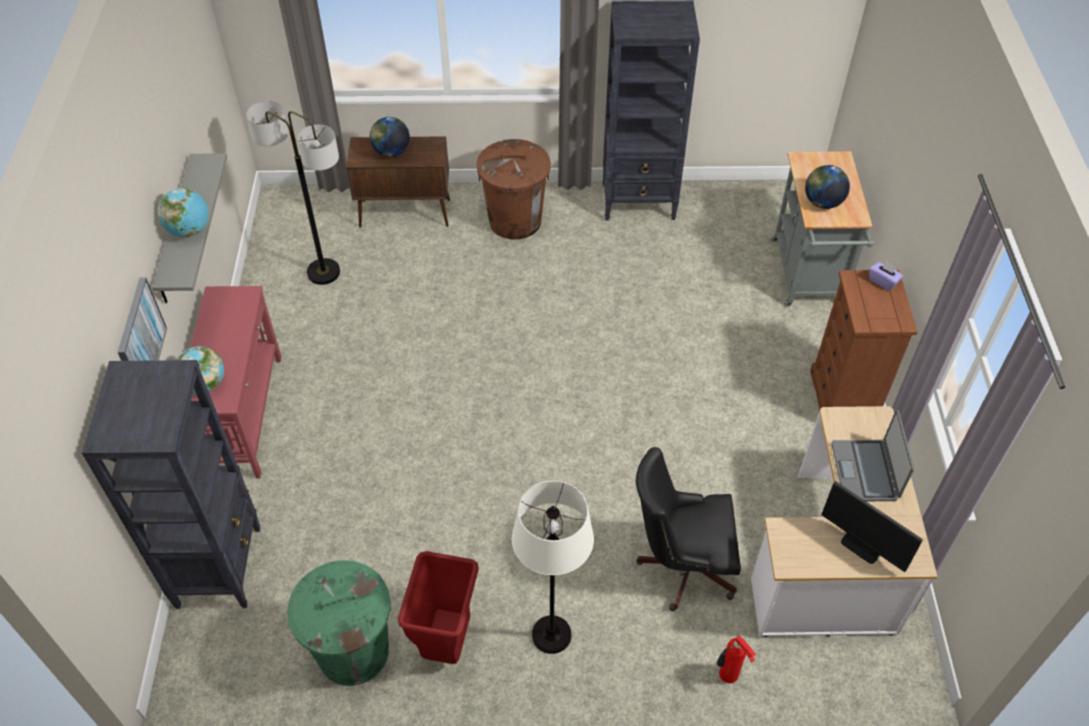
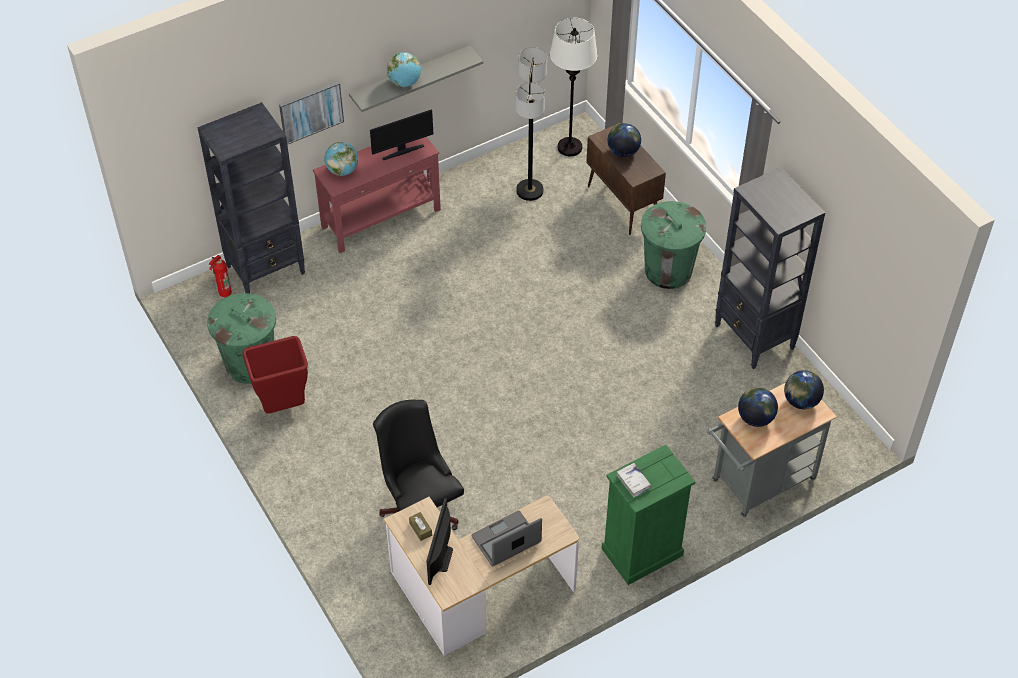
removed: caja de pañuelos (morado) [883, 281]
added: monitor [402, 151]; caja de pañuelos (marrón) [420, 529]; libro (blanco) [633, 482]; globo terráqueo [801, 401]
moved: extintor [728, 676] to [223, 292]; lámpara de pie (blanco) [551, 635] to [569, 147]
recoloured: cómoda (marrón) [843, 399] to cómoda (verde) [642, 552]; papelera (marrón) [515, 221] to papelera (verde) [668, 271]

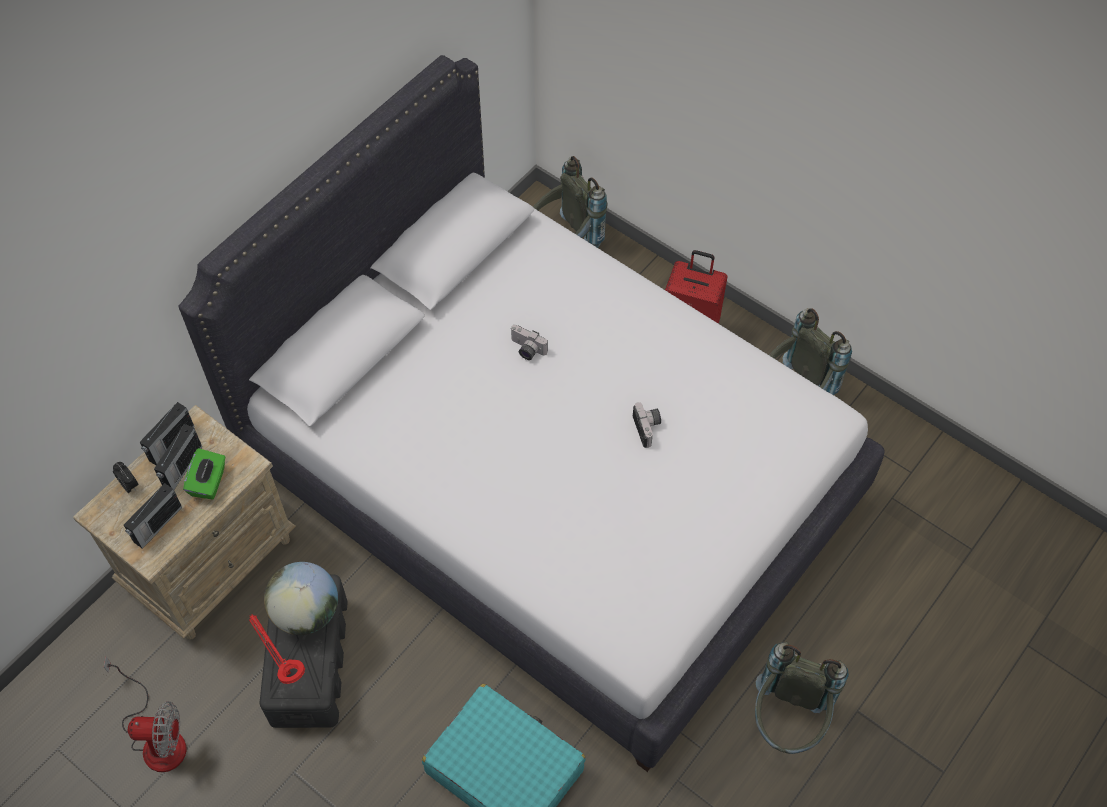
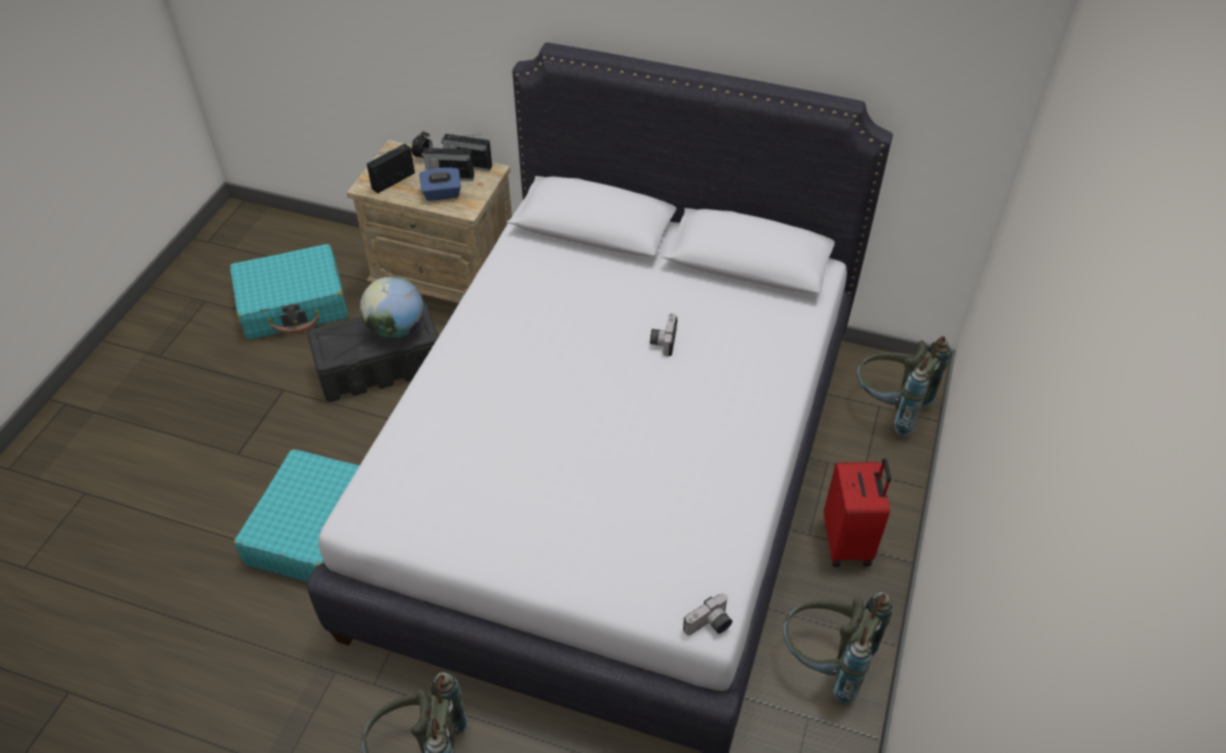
removed: lámpara de mesa (rojo) [284, 671]
moved: cámara [648, 428] to [709, 625]
replaced: ventilador [157, 737] to maleta (turquesa) [294, 304]
recoloured: caja de pañuelos (verde) [209, 482] to caja de pañuelos (azul) [442, 194]
turned: radio [157, 525] = [394, 180] 120 degrees clockwise

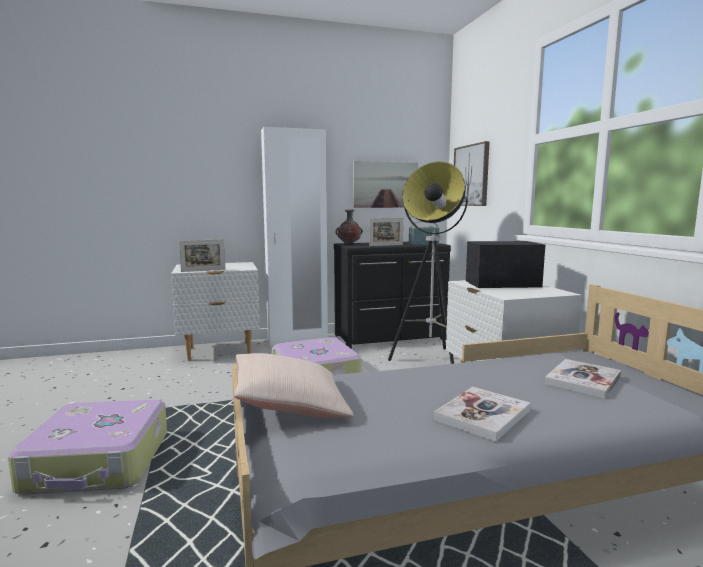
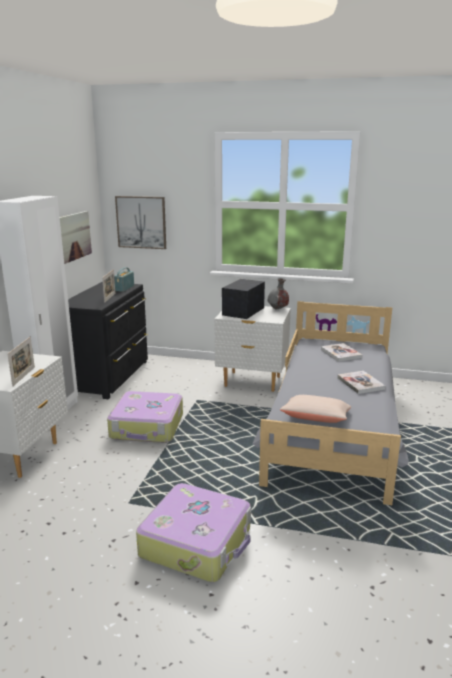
removed: lámpara de pie [430, 360]
moved: florero (gris) [348, 244] to [278, 309]

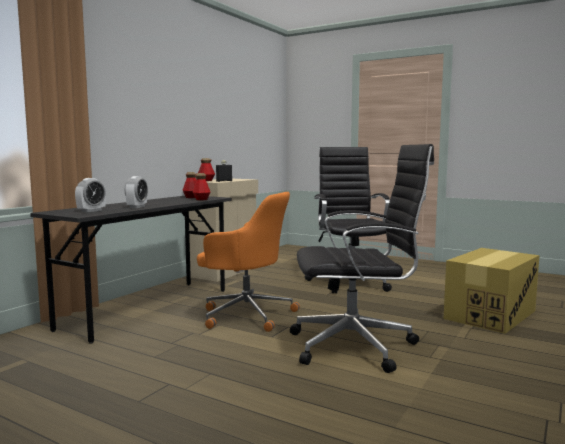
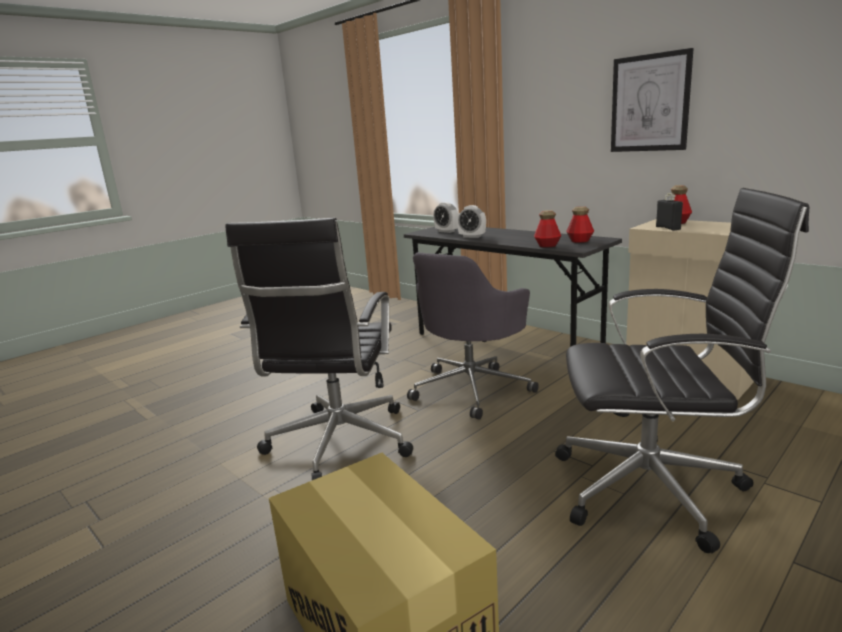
added: cuadro [650, 103]
recoloured: silla de oficina (naranja) [246, 314] to silla de oficina (gris) [472, 388]

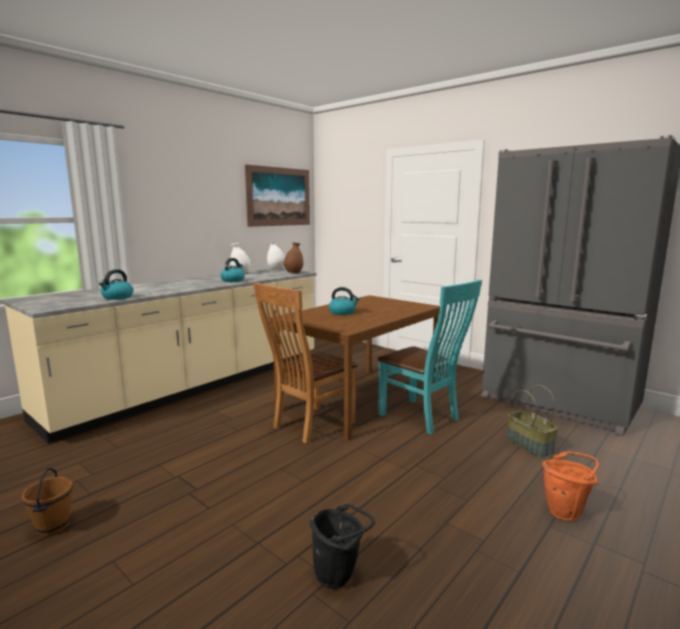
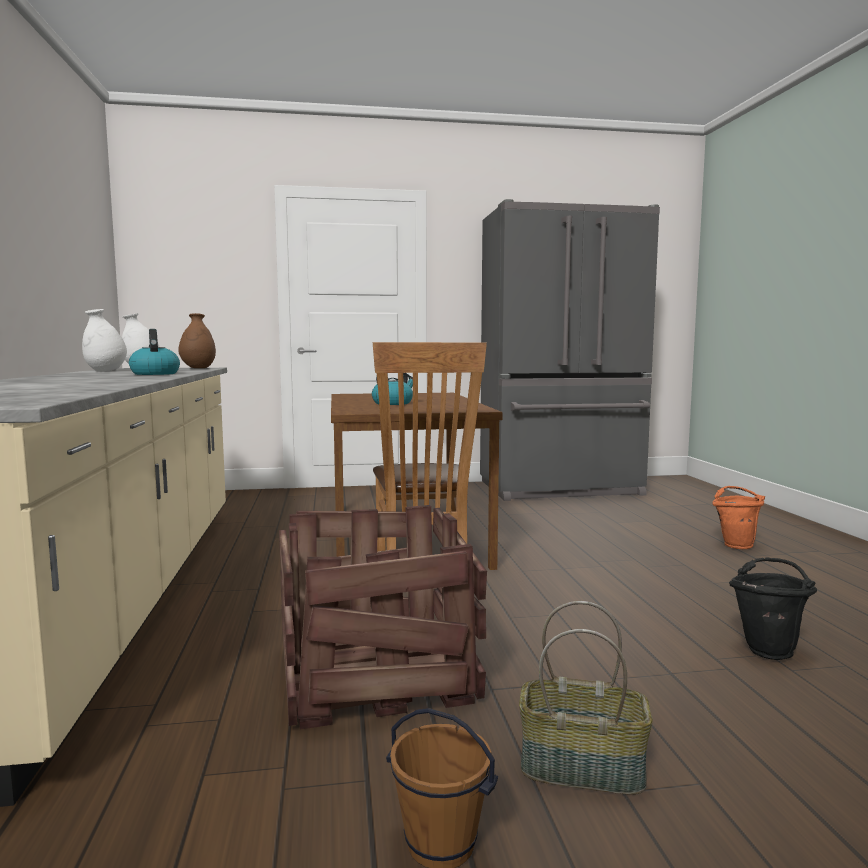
removed: hervidor [117, 297]; cuadro [279, 197]; silla (turquesa) [423, 417]
added: caja de embalaje [372, 673]
moved: cesta [530, 445] to [583, 767]

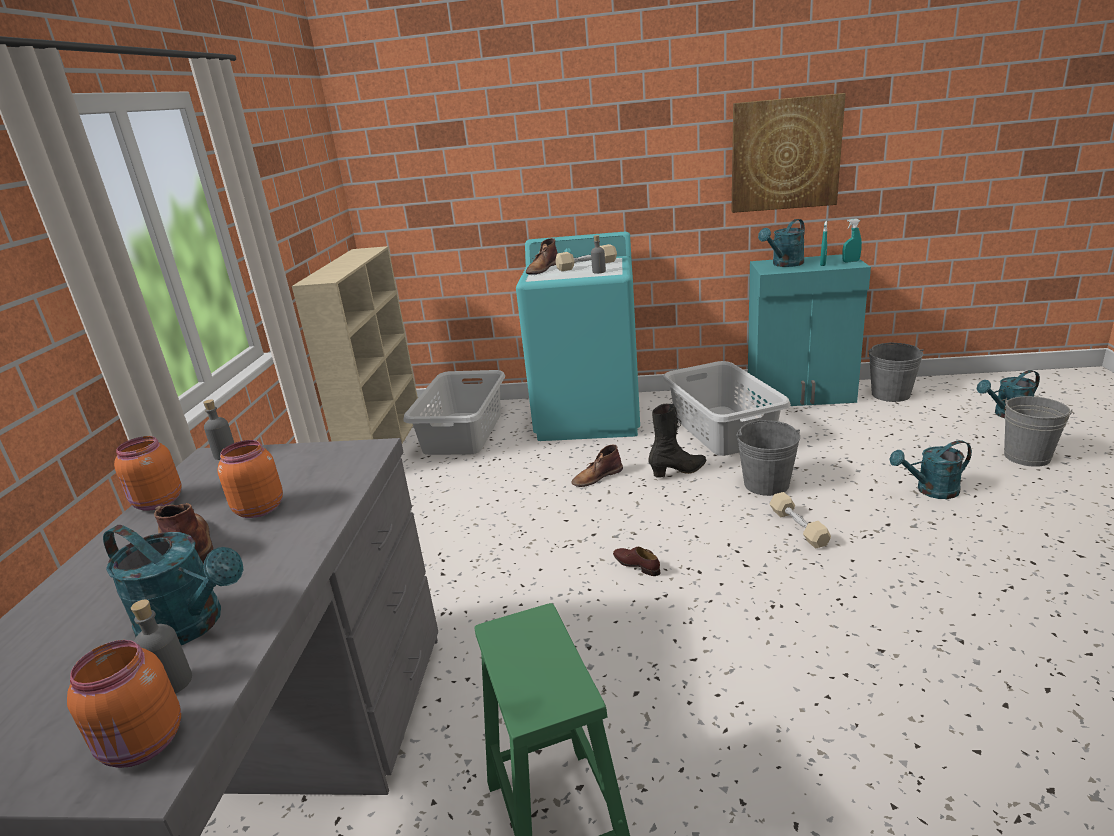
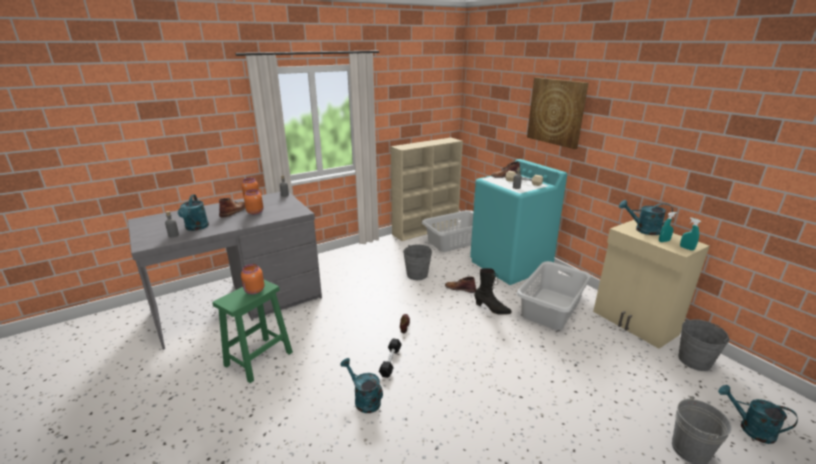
removed: mancuerna (beis) [798, 527]
added: mancuerna (negro) [390, 362]
moved: tarro (naranja) [143, 745] to [254, 291]; regadera (turquesa) [930, 491] to [364, 399]; cubo (gris) [766, 484] to [417, 274]; cuadro [785, 154] to [556, 112]
recoloured: armario (turquesa) [801, 395] to armario (beis) [634, 323]

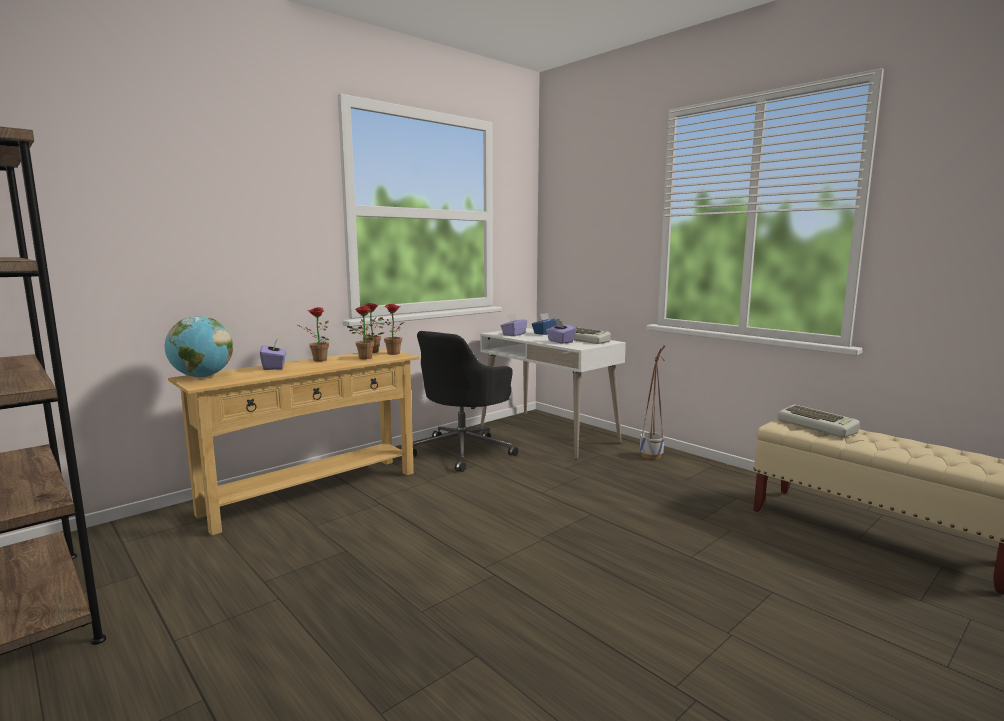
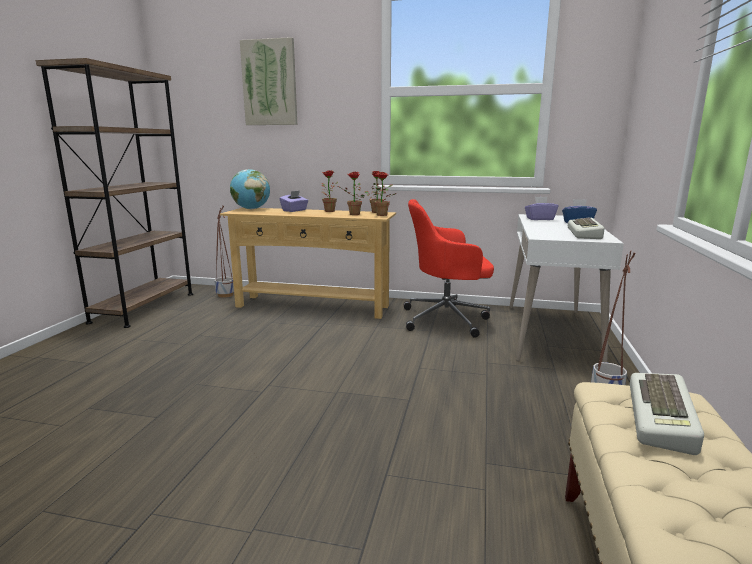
removed: caja de pañuelos (morado) [560, 341]
added: maceta [225, 295]; cuadro [270, 83]
recoloured: silla de oficina (negro) [463, 451] to silla de oficina (rojo) [447, 319]

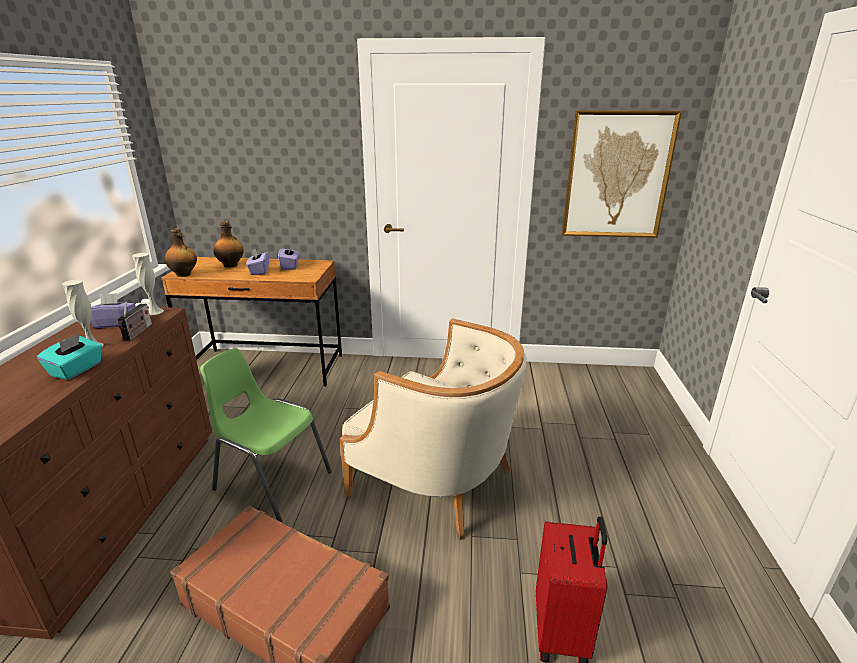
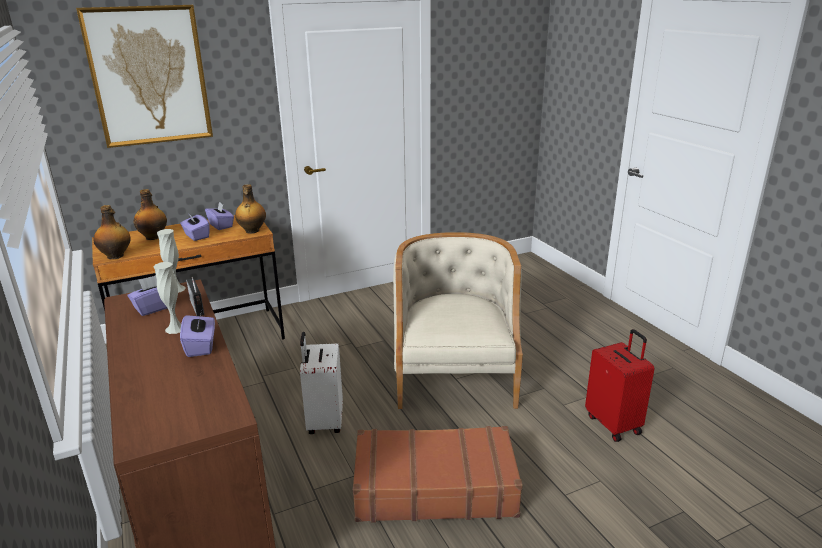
added: botella [252, 231]
moved: cuadro [617, 175] to [149, 76]
replaced: silla (verde) [271, 480] to maleta (blanco) [324, 421]
recoloured: caja de pañuelos (turquesa) [77, 370] to caja de pañuelos (morado) [201, 346]
turned: sillón (beis) [436, 480] = [455, 374] 90 degrees counterclockwise

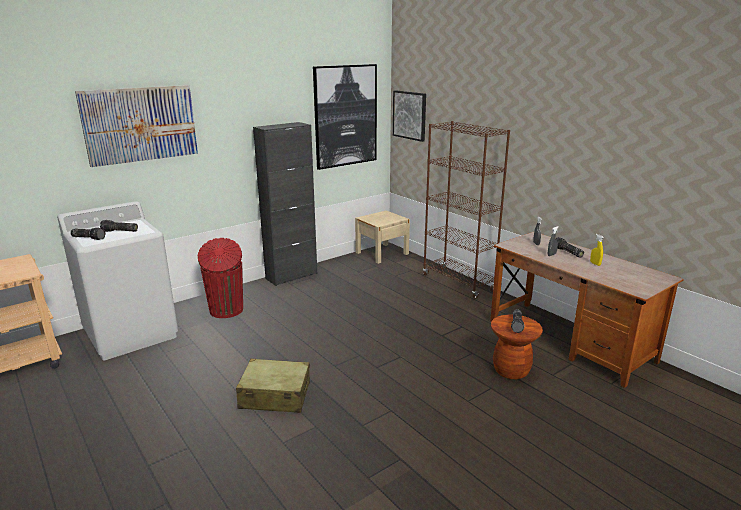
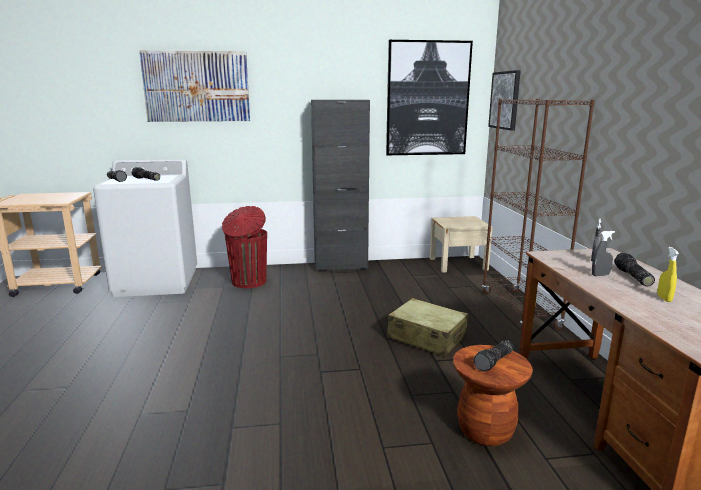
moved: maleta (beis) [275, 396] to [426, 337]

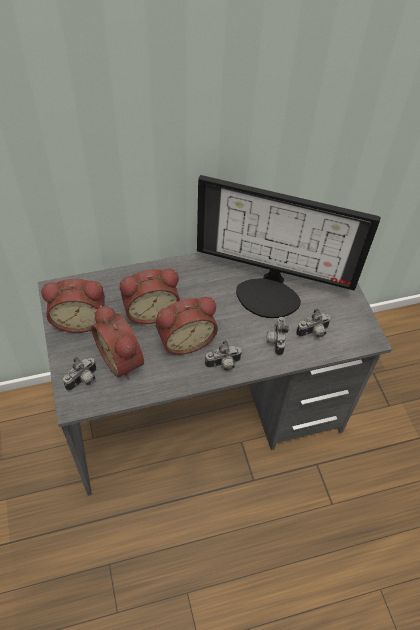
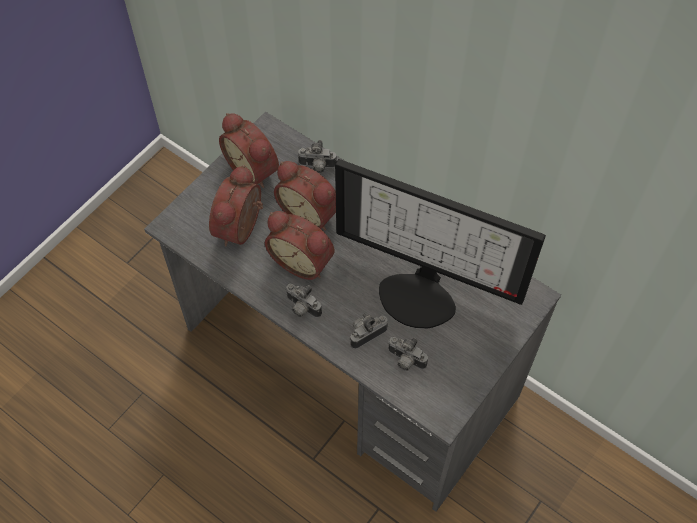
moved: cámara [83, 381] to [317, 167]
turned: monitor [270, 292] = [421, 293] 45 degrees counterclockwise

